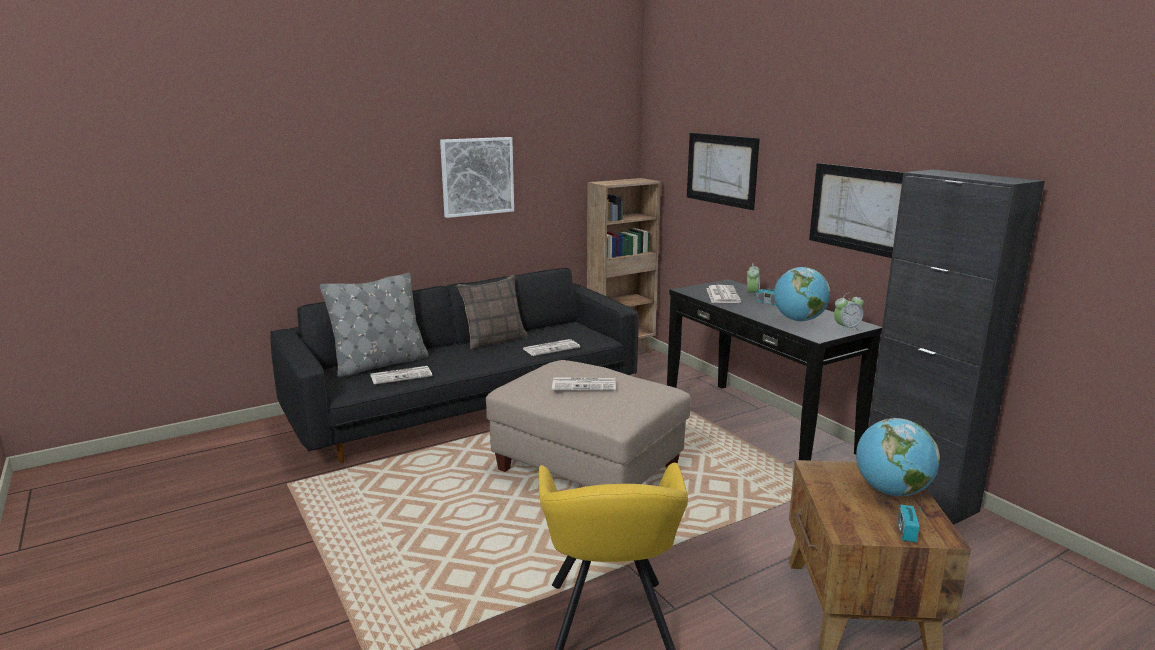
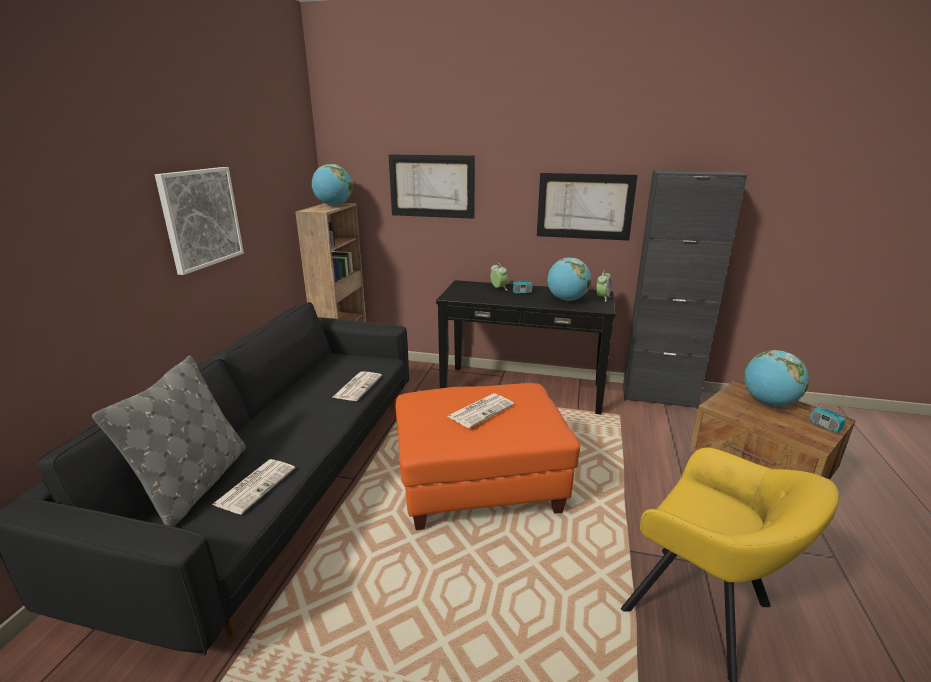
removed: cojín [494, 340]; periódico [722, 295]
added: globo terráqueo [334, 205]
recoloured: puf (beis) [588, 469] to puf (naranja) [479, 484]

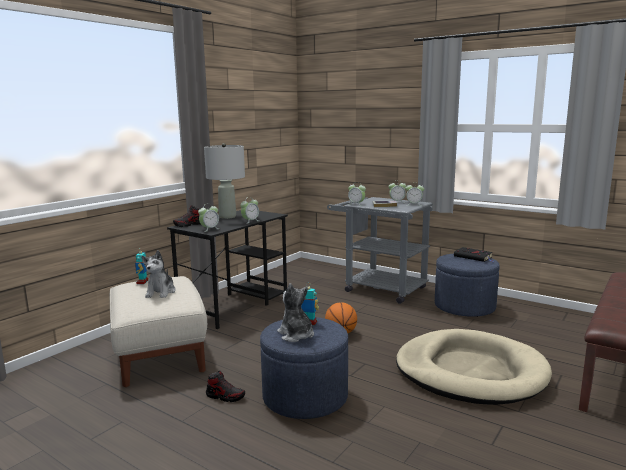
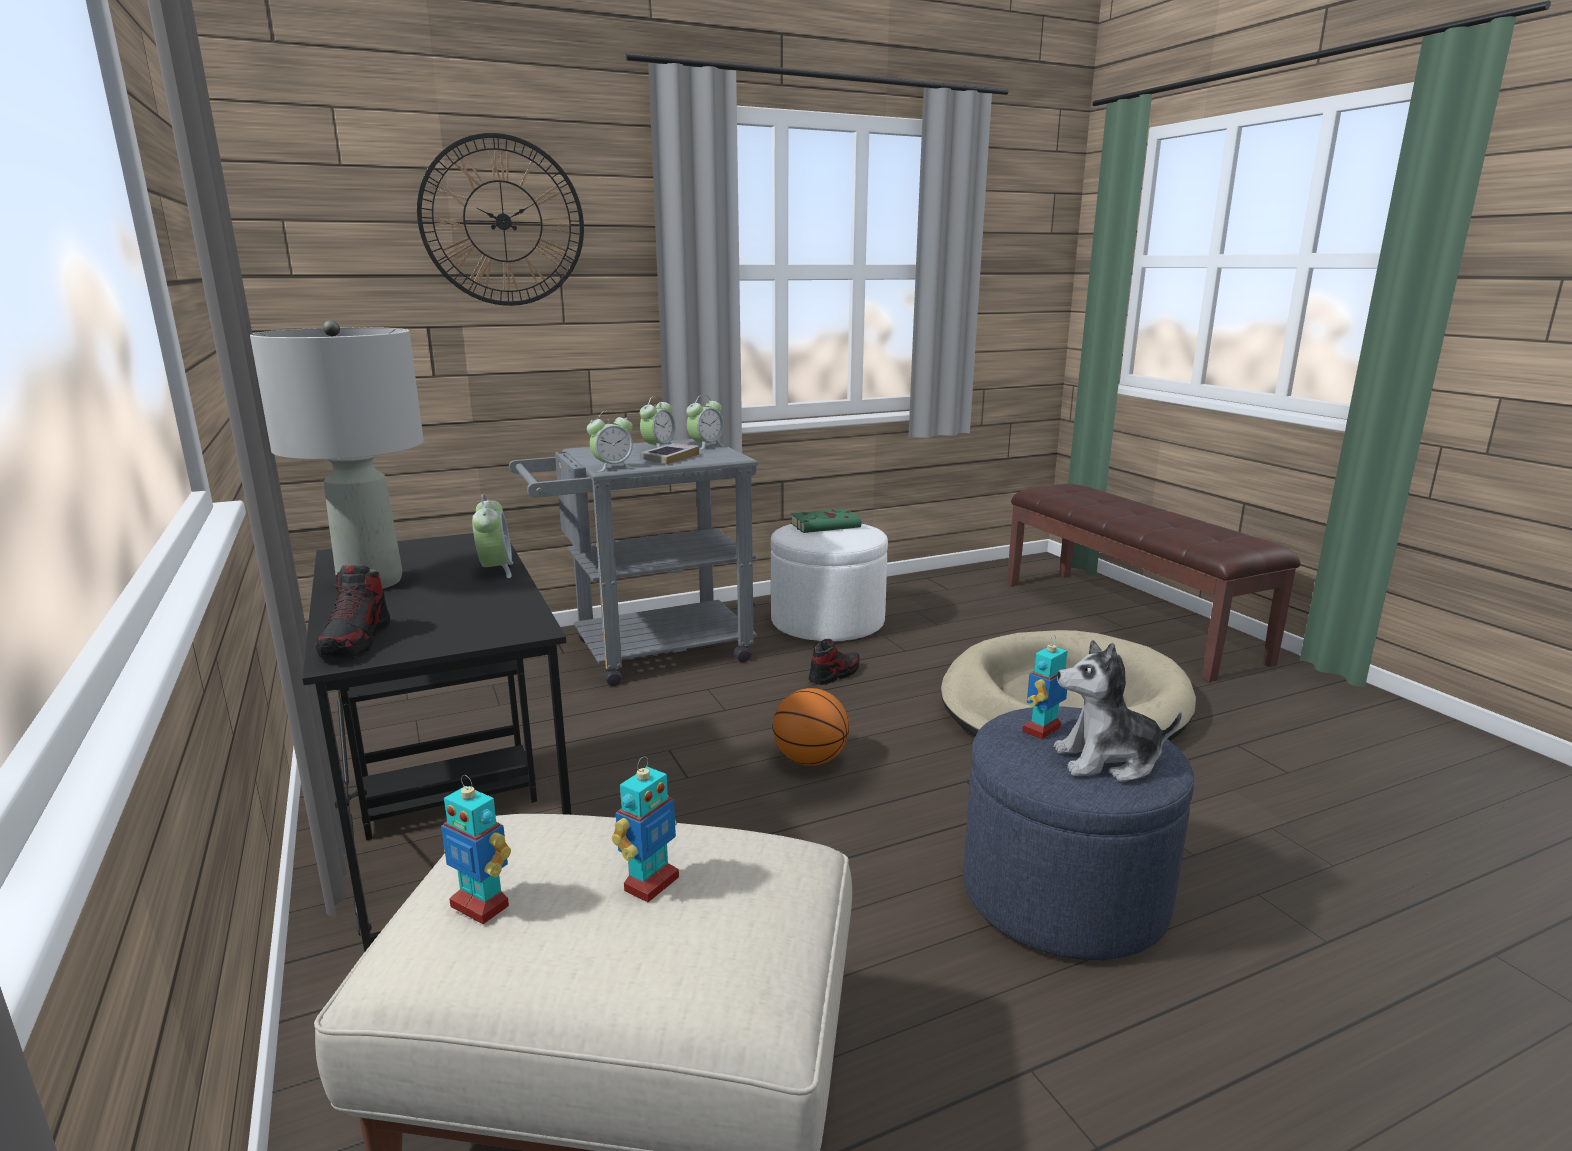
removed: despertador [209, 229]
added: reloj de pared [503, 221]
moved: zapato [225, 396] to [834, 675]
replaced: peluche [161, 292] to robot de juguete [650, 883]
recoloured: puf (azul) [464, 306] to puf (blanco) [827, 622]; libro (negro) [474, 257] to libro (verde) [827, 525]

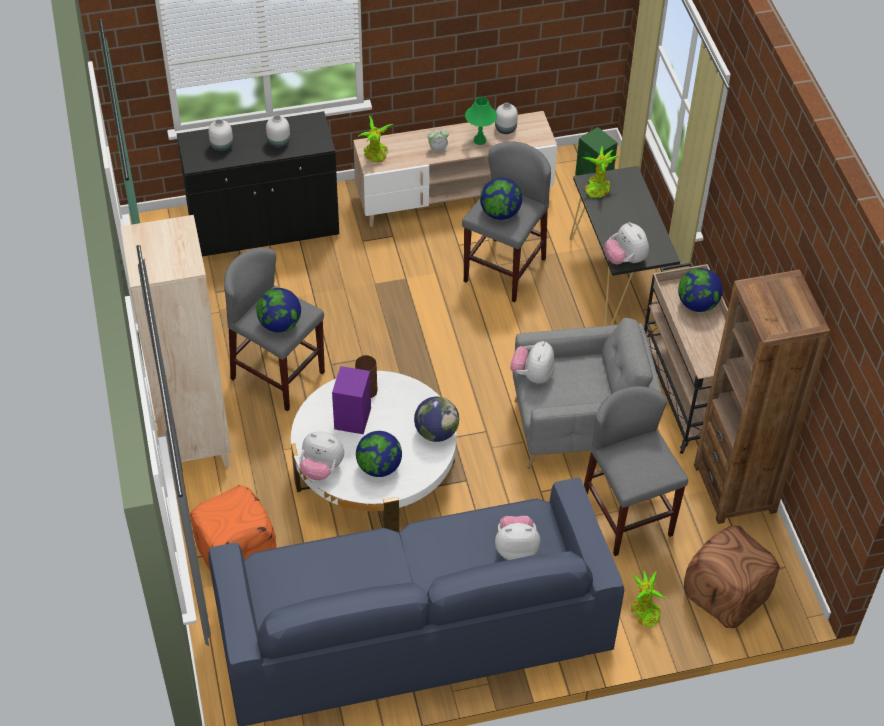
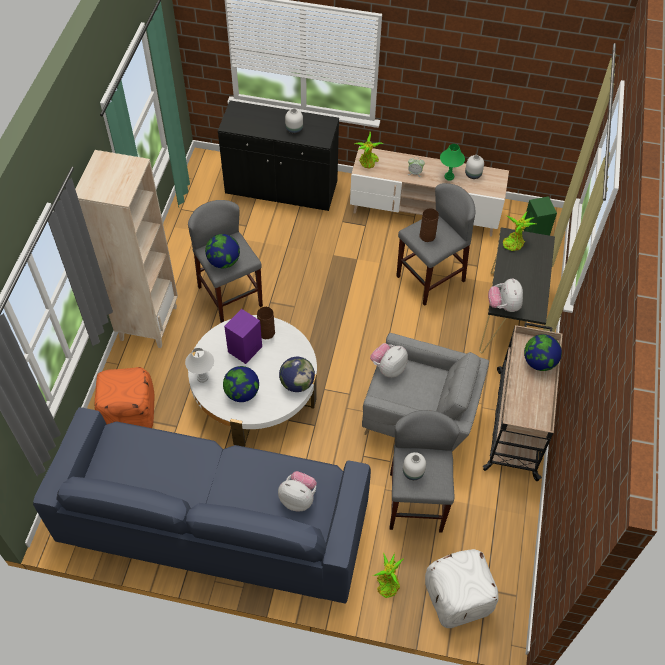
removed: estantería (marrón) [735, 488]
moved: florero (blanco) [222, 146] to [413, 472]
replaced: peluche [321, 468] to lámpara de mesa (blanco) [202, 377]; globo terráqueo [500, 213] to florero (marrón) [427, 236]
recoloured: puf (marrón) [726, 595] to puf (blanco) [457, 598]

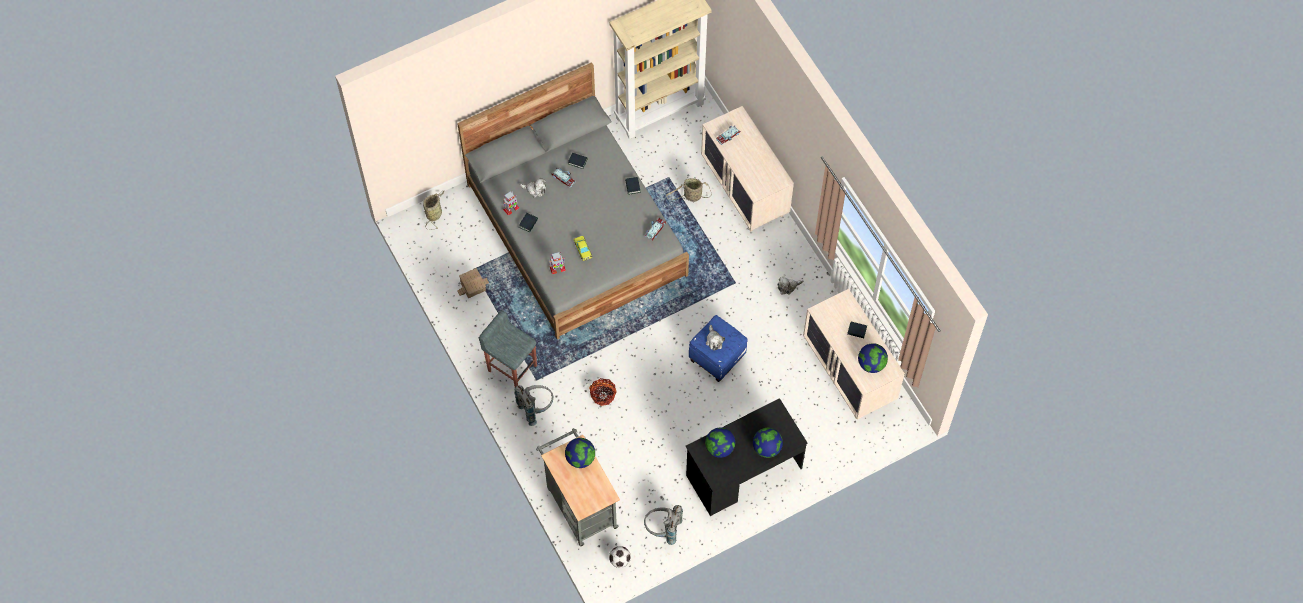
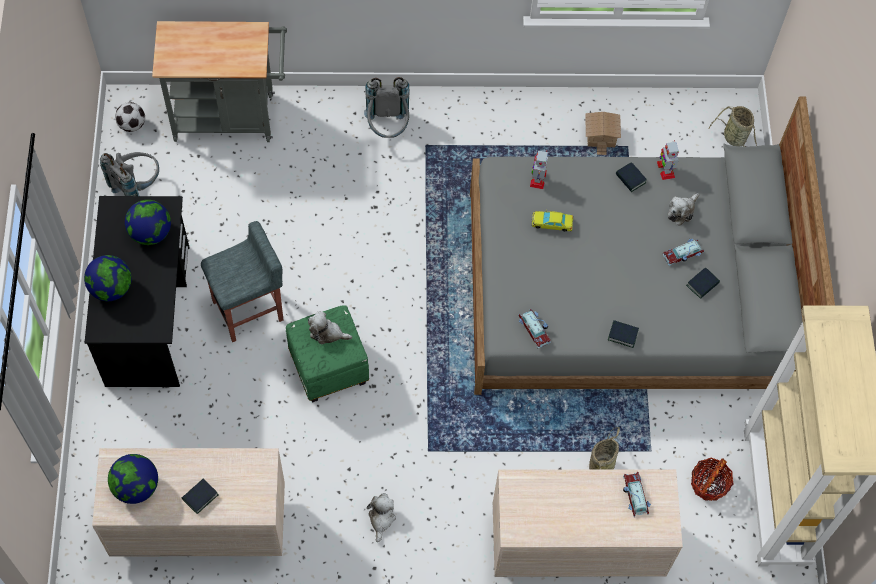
removed: globo terráqueo [580, 458]
moved: taburete (gris) [512, 367] to [249, 310]; cesta [603, 395] to [709, 484]
recoloured: puf (azul) [717, 357] to puf (verde) [329, 368]

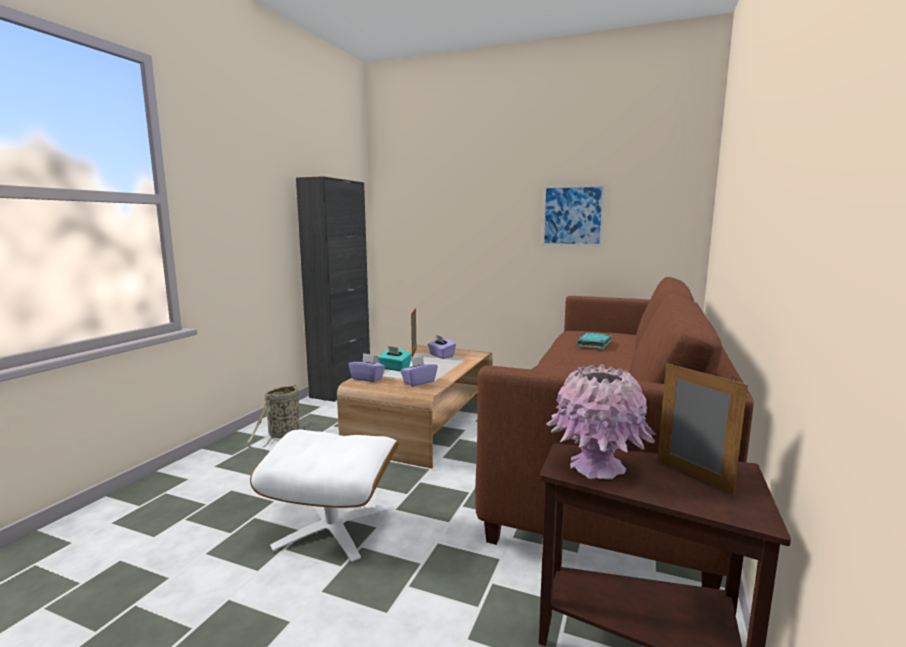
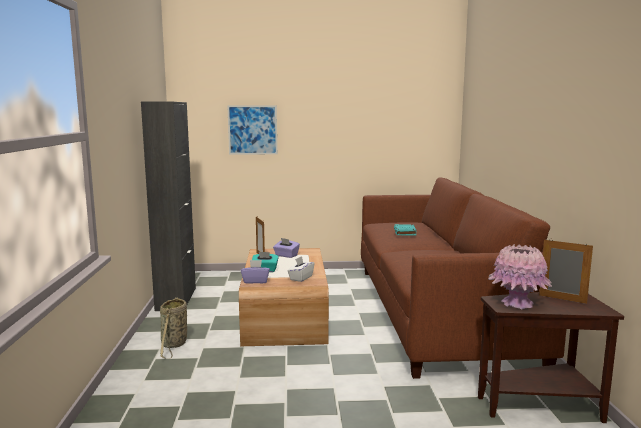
removed: puf (blanco) [332, 527]
moved: cuadro [572, 215] to [252, 130]
recoloured: caja de pañuelos (morado) [418, 382] to caja de pañuelos (blanco) [300, 278]

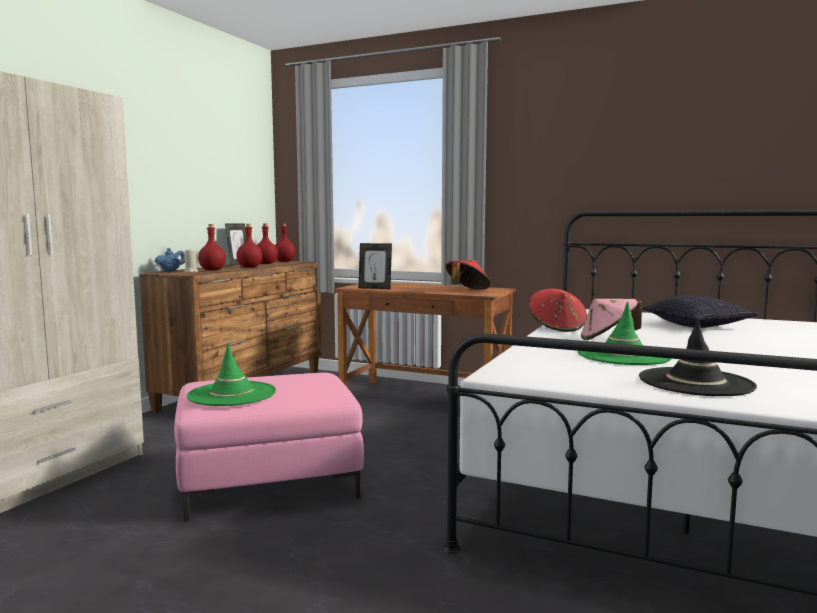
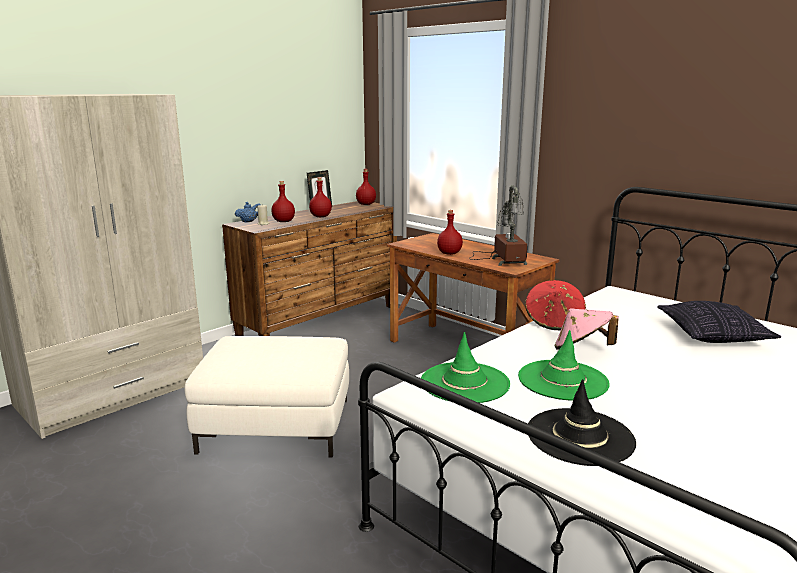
removed: portarretratos [375, 288]
moved: sombrero (verde) [232, 394] to [465, 383]; botella (rojo) [266, 264] to [449, 253]
replaced: sombrero (rojo) [467, 290] to lámpara de mesa [503, 260]
recoloured: puf (rosa) [269, 480] to puf (blanco) [277, 425]

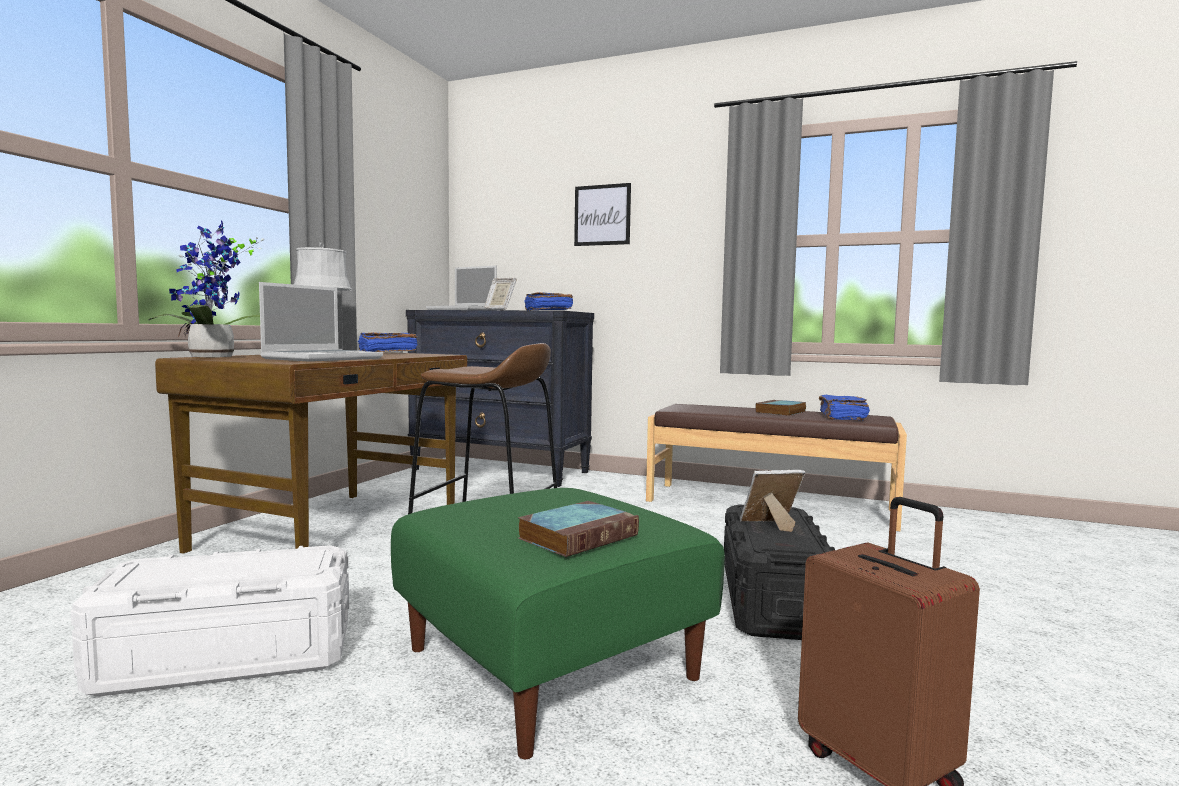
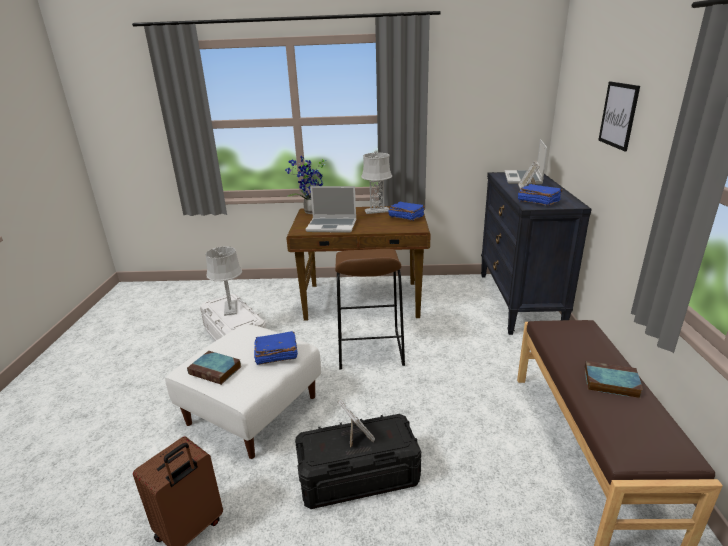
added: lámpara de mesa (gris) [230, 308]
moved: libro (azul) [842, 417] to [276, 355]
recoloured: puf (verde) [548, 663] to puf (blanco) [252, 409]

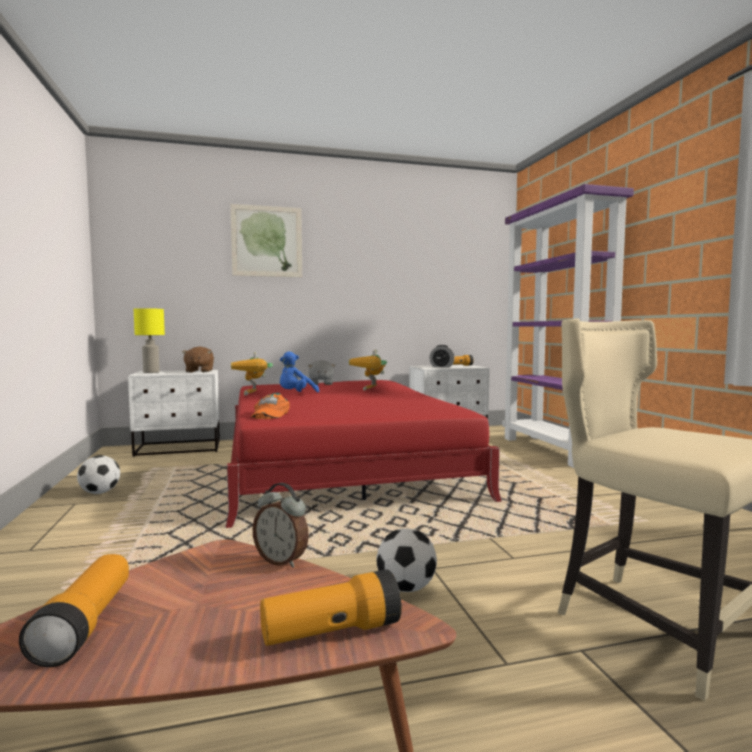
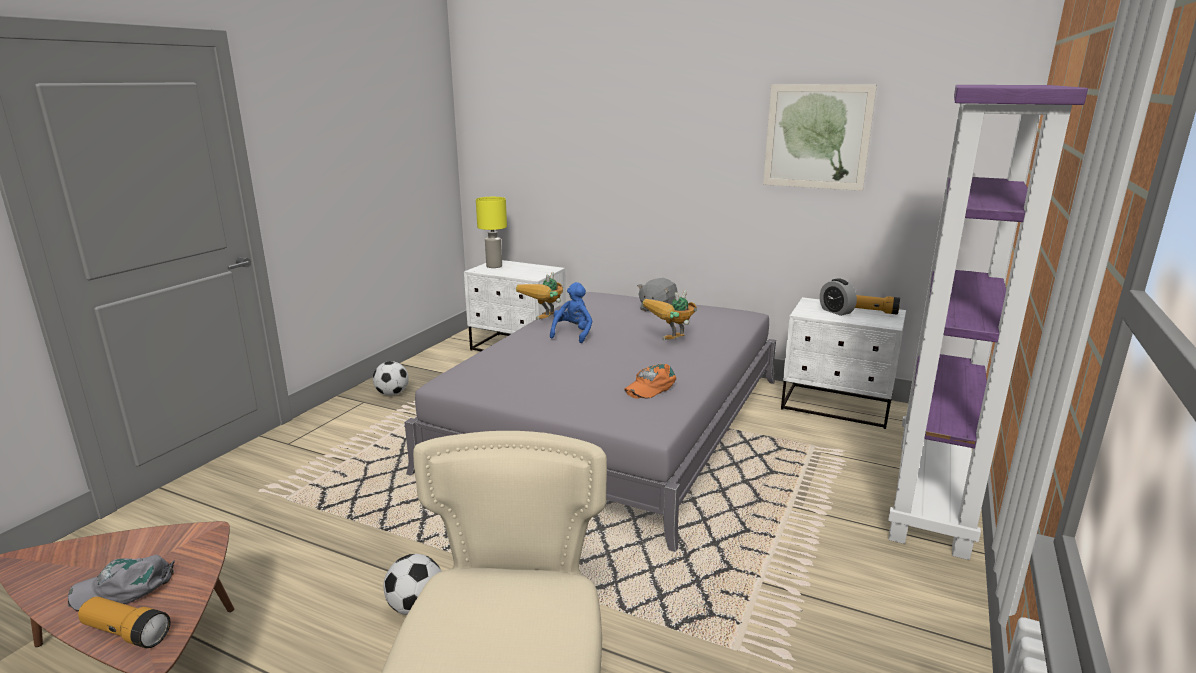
removed: linterna [85, 625]; peluche (marrón) [199, 371]; despertador [282, 561]
added: gorra (gris) [124, 588]
moved: gorra (naranja) [269, 414] to [650, 387]; cuadro [267, 241] to [817, 137]
recoloured: cama (rojo) [338, 464] to cama (gris) [614, 422]
turned: peluche (azul) [295, 394] = [573, 334] 120 degrees clockwise

